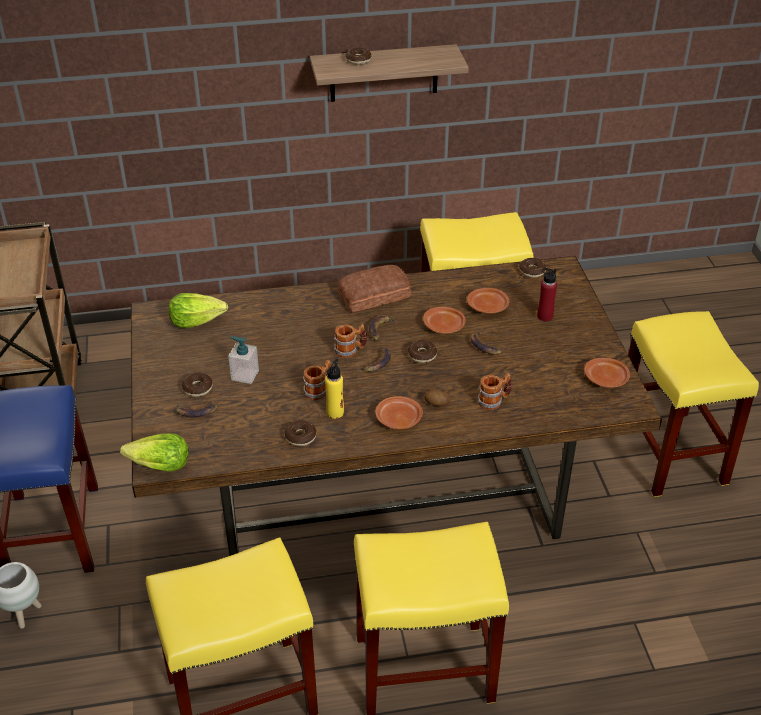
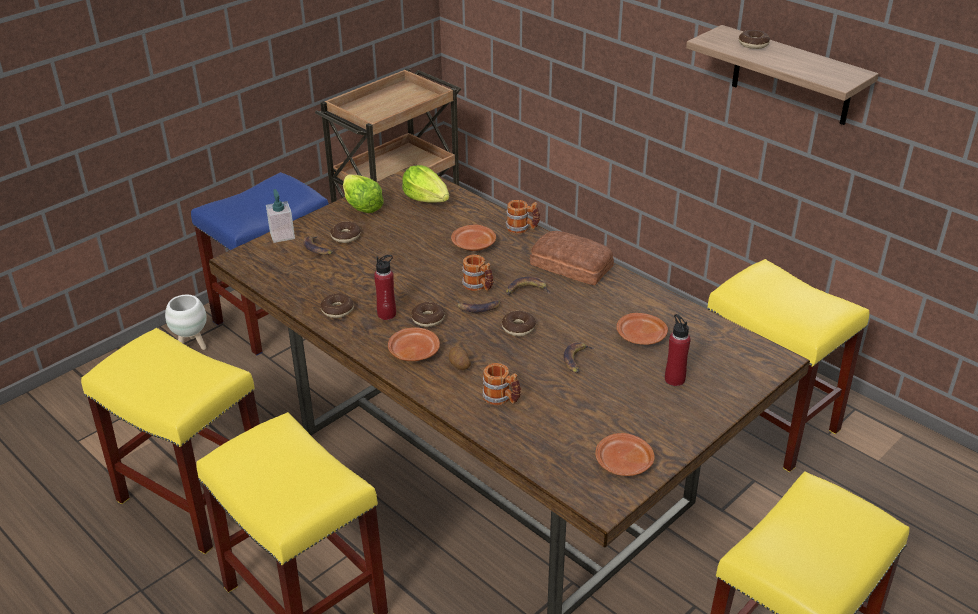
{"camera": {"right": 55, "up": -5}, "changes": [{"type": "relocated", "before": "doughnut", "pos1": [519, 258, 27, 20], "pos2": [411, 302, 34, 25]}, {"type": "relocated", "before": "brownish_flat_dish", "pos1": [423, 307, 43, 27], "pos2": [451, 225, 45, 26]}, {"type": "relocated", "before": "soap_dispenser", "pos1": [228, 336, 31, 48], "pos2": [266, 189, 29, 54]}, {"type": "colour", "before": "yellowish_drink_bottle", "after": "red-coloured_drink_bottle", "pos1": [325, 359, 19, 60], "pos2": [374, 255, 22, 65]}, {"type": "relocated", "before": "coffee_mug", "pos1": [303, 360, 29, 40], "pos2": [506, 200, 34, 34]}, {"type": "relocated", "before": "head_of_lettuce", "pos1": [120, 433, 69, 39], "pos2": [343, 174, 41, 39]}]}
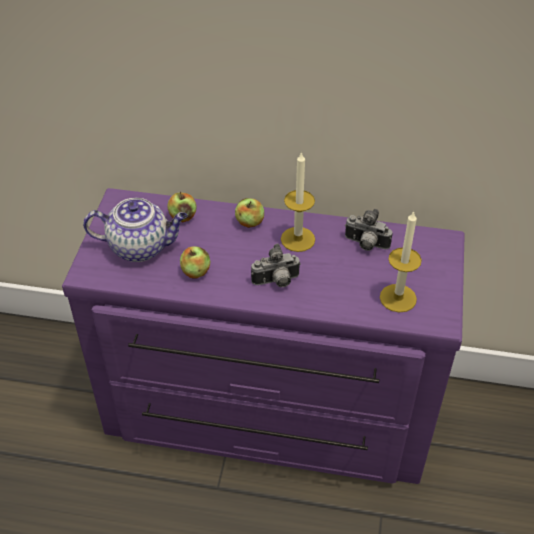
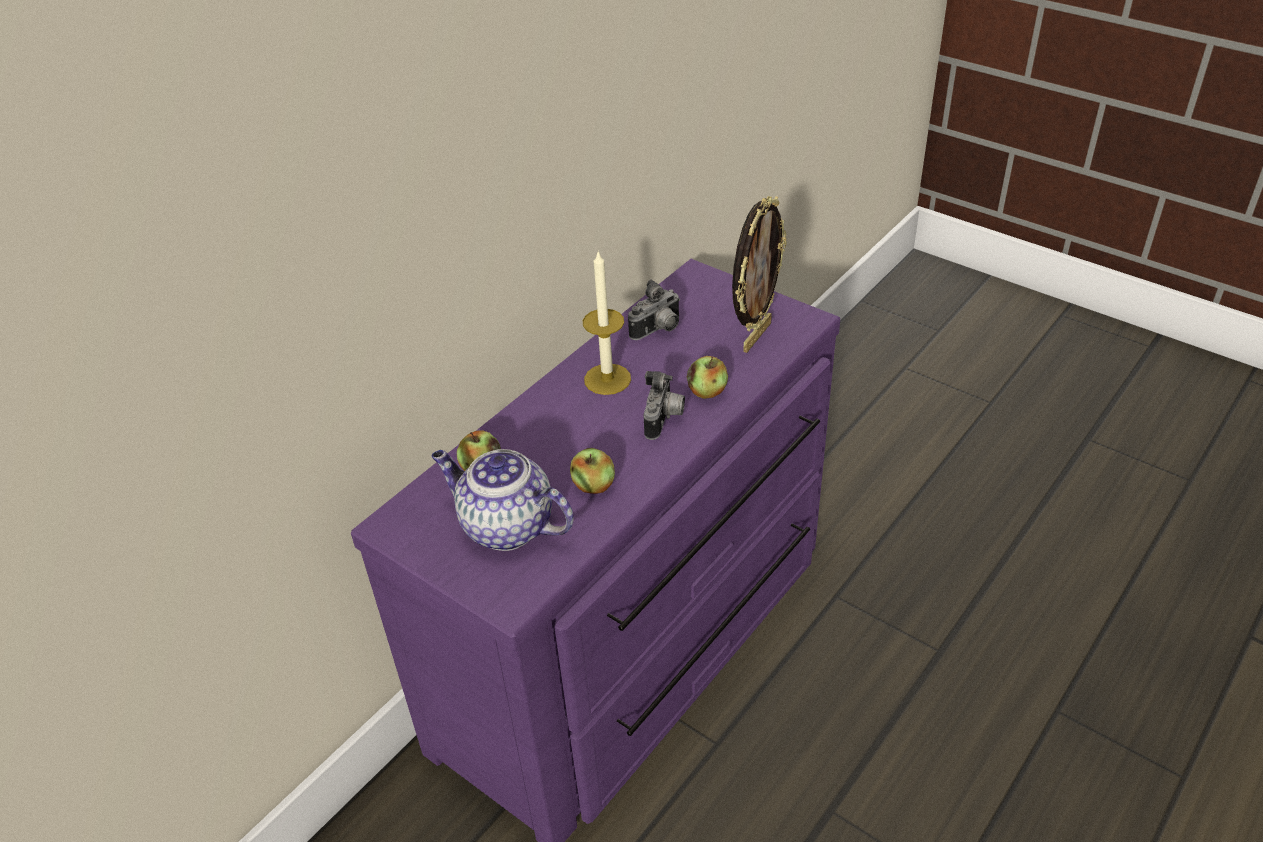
{"camera": {"right": -60, "up": -5}, "changes": [{"type": "spun", "before": "pot_for_tea", "pos1": [83, 198, 104, 64], "pos2": [431, 449, 143, 102], "turn": -90}, {"type": "relocated", "before": "apple_fruit", "pos1": [235, 198, 29, 30], "pos2": [687, 356, 41, 43]}, {"type": "exchanged", "before": "wax_candle", "after": "standing_frame", "pos1": [380, 211, 42, 102], "pos2": [732, 196, 55, 157]}]}
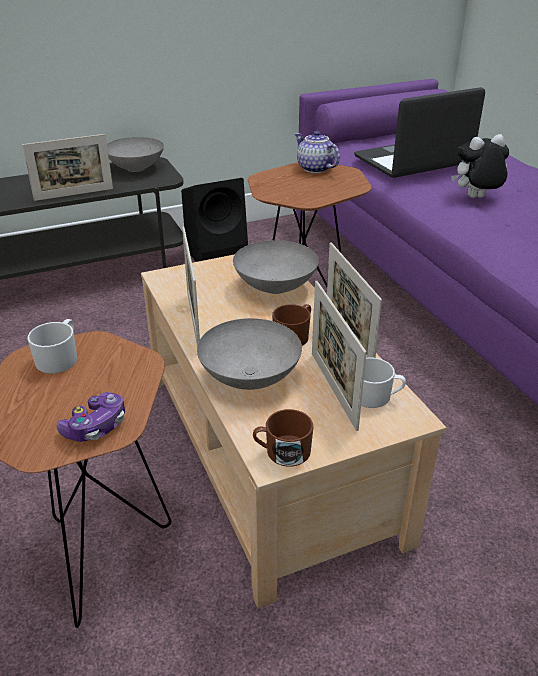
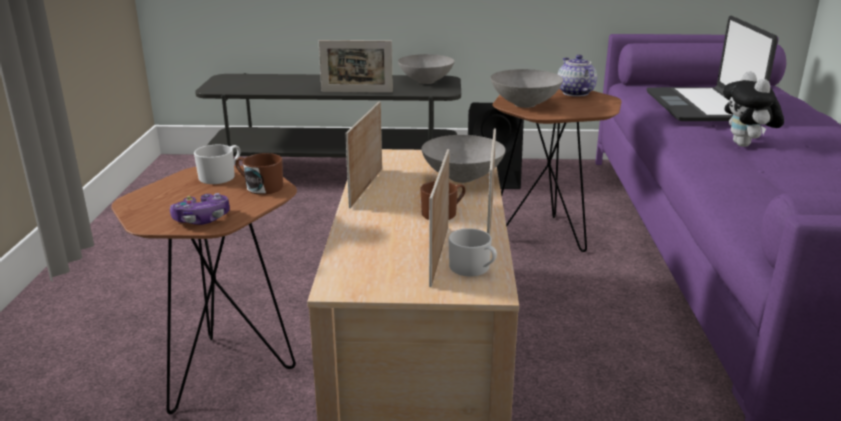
{"camera": {"right": 25, "up": -10}, "changes": [{"type": "spun", "before": "portable_computer", "pos1": [354, 87, 131, 91], "pos2": [647, 16, 131, 105], "turn": -90}, {"type": "spun", "before": "cuddly_toy", "pos1": [451, 134, 58, 64], "pos2": [723, 71, 61, 76], "turn": -105}, {"type": "relocated", "before": "greyish_deep_dish", "pos1": [197, 318, 105, 72], "pos2": [490, 69, 73, 39]}, {"type": "relocated", "before": "brownish_coffee_mug", "pos1": [253, 409, 60, 58], "pos2": [235, 153, 48, 42]}]}
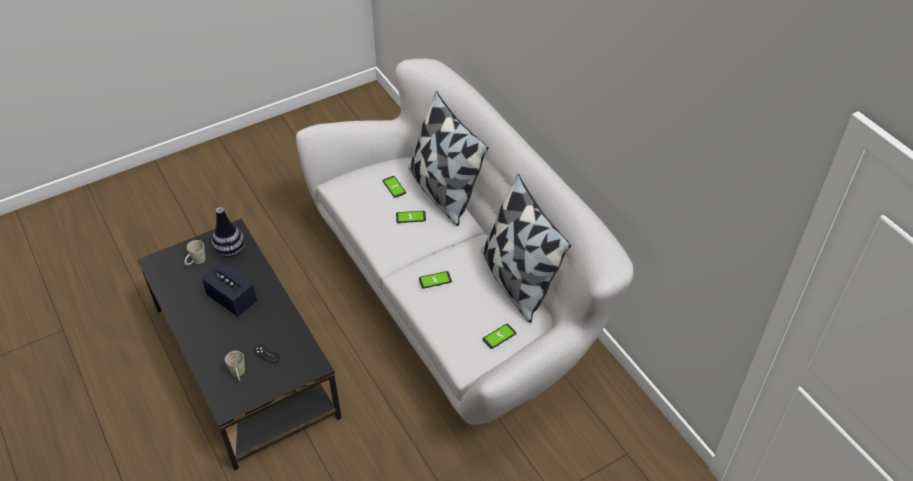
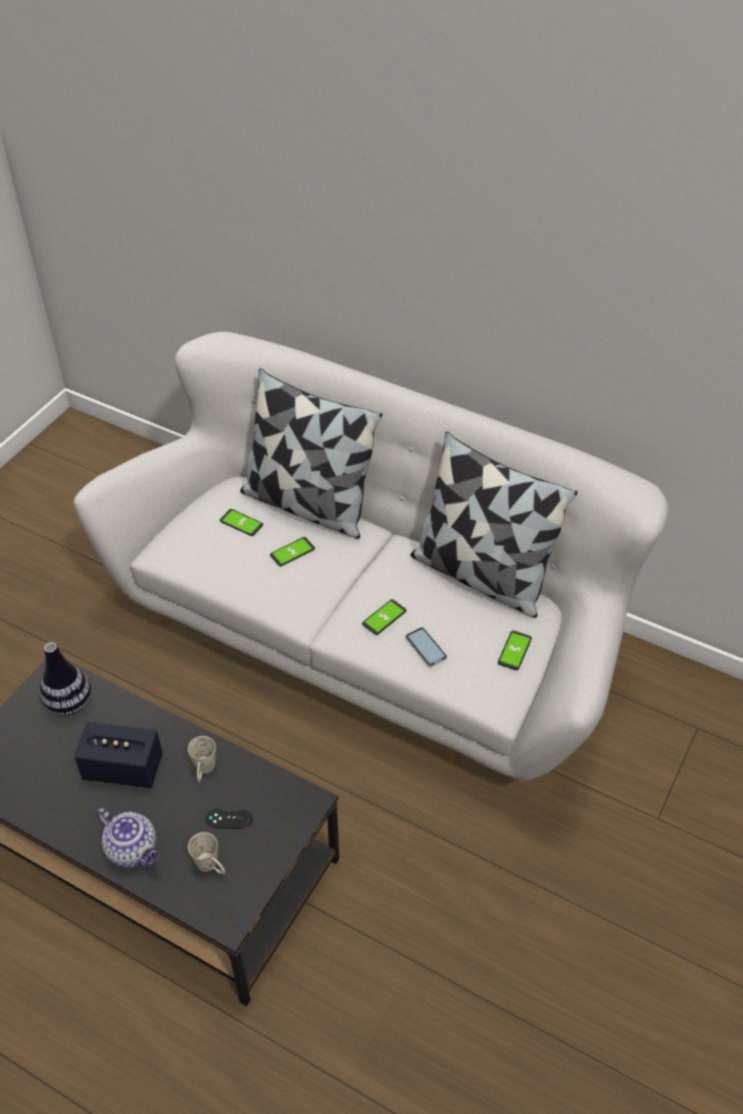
{"camera": {"right": -30, "up": 0}, "changes": [{"type": "relocated", "before": "white_coffee_mug", "pos1": [185, 240, 21, 25], "pos2": [188, 736, 28, 46]}, {"type": "appeared", "after": "telephone", "pos2": [406, 627, 41, 40]}, {"type": "appeared", "after": "pot_for_tea", "pos2": [97, 808, 61, 60]}]}
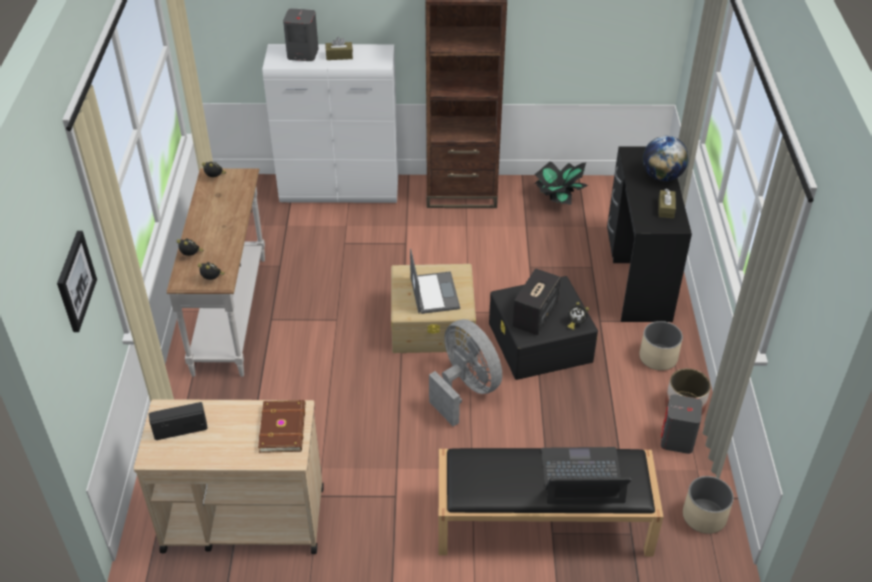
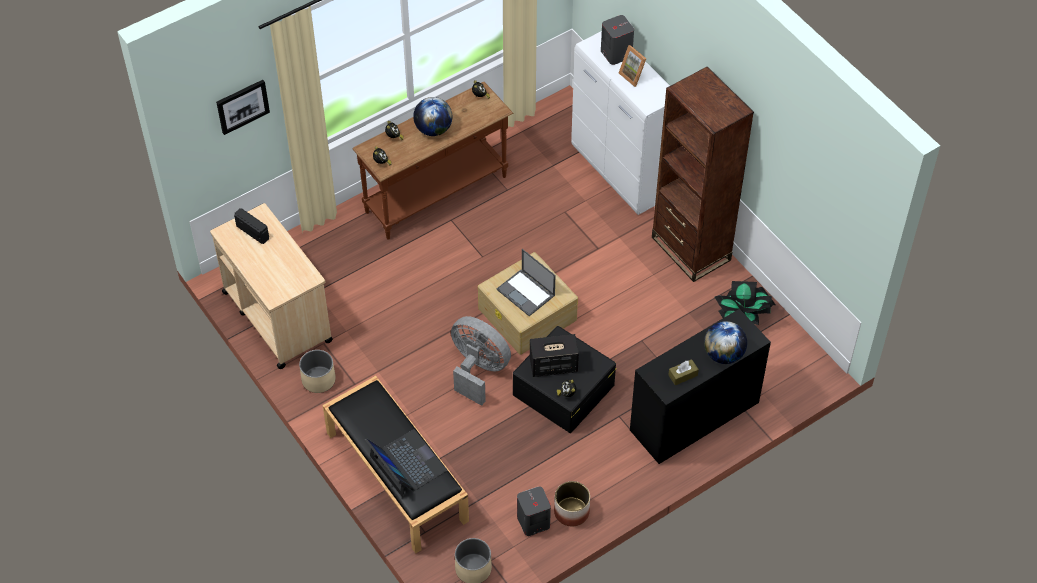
{"camera": {"right": 55, "up": 10}, "changes": [{"type": "exchanged", "before": "brownish_tissue_box", "after": "standing_frame", "pos1": [326, 37, 27, 23], "pos2": [619, 45, 27, 42]}, {"type": "colour", "before": "white_hall_table", "after": "brownish_hall_table", "pos1": [167, 168, 98, 209], "pos2": [353, 82, 160, 158]}, {"type": "spun", "before": "portable_computer", "pos1": [410, 249, 50, 65], "pos2": [497, 249, 58, 67], "turn": 90}, {"type": "spun", "before": "greyish_fan", "pos1": [429, 319, 73, 107], "pos2": [451, 316, 60, 90], "turn": -75}, {"type": "relocated", "before": "sand-coloured_flower_pot", "pos1": [639, 321, 44, 50], "pos2": [299, 350, 37, 43]}, {"type": "missing", "before": "brownish_book", "pos1": [258, 400, 48, 53]}, {"type": "appeared", "after": "globe", "pos2": [413, 97, 39, 39]}]}
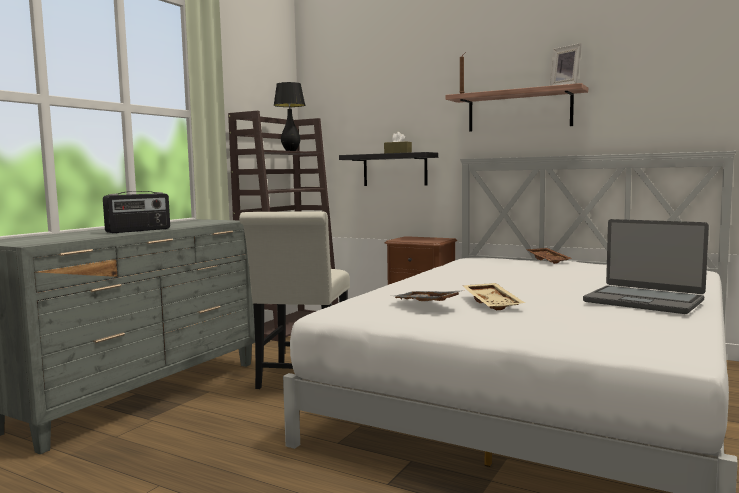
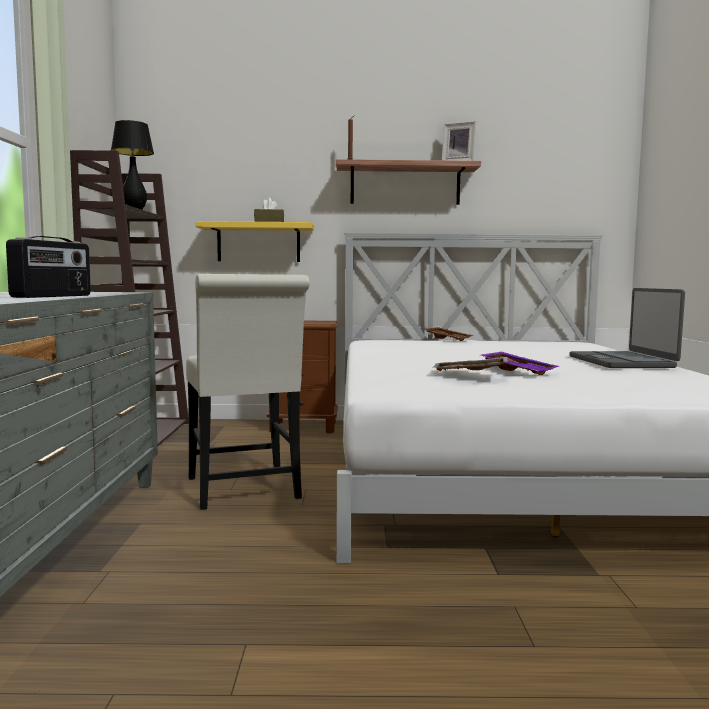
{"camera": {"right": -30, "up": 0}, "changes": [{"type": "colour", "before": "blackish_wall_shelf", "after": "yellowish_wall_shelf", "pos1": [339, 152, 99, 34], "pos2": [195, 221, 119, 41]}, {"type": "spun", "before": "portable_computer", "pos1": [583, 219, 126, 95], "pos2": [569, 288, 116, 80], "turn": 75}, {"type": "colour", "before": "sand-coloured_carrying_tray", "after": "purplish_carrying_tray", "pos1": [463, 283, 62, 27], "pos2": [480, 352, 79, 24]}]}
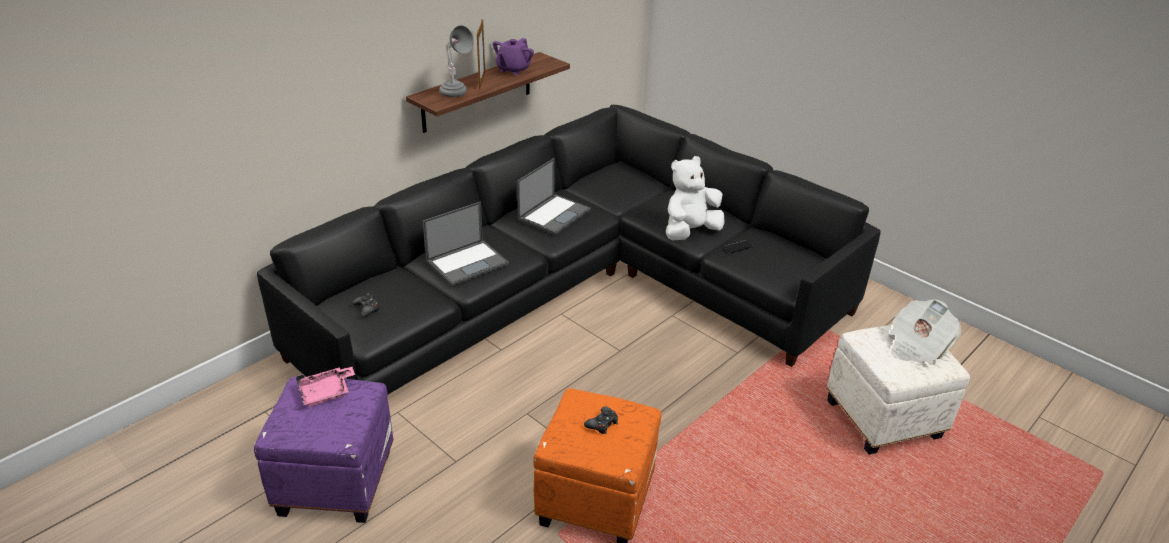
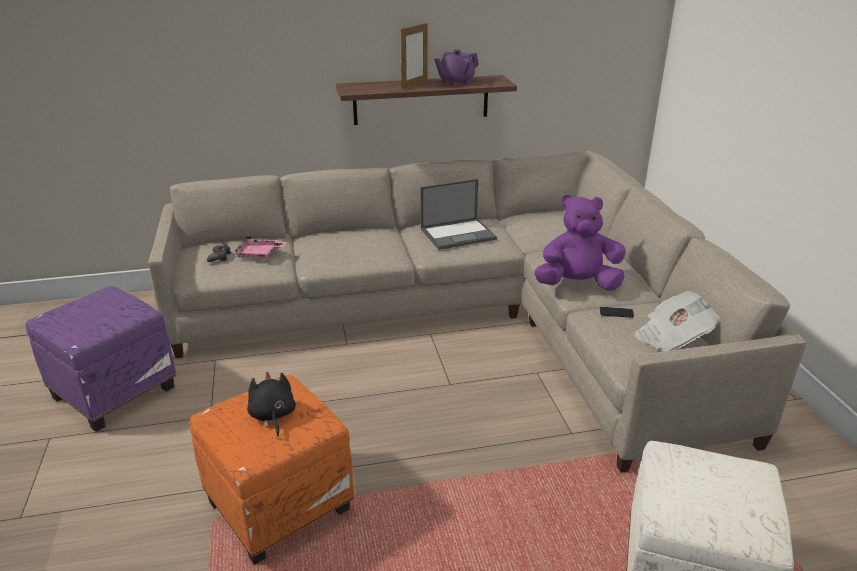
{"camera": {"right": 35, "up": -5}, "changes": [{"type": "missing", "before": "greyish_lamp_for_a_table", "pos1": [439, 25, 34, 72]}, {"type": "colour", "before": "blackish_sofa", "after": "sand-coloured_sofa", "pos1": [257, 105, 624, 289], "pos2": [148, 151, 658, 322]}, {"type": "colour", "before": "white_cuddly_toy", "after": "purplish_cuddly_toy", "pos1": [666, 156, 59, 84], "pos2": [534, 194, 92, 96]}, {"type": "missing", "before": "portable_computer", "pos1": [423, 202, 86, 84]}, {"type": "relocated", "before": "newspaper", "pos1": [890, 299, 71, 66], "pos2": [634, 291, 86, 61]}, {"type": "relocated", "before": "pinkish_carrying_tray", "pos1": [296, 367, 59, 40], "pos2": [233, 236, 54, 23]}, {"type": "exchanged", "before": "blackish_joypad", "after": "blackish_cuddly_toy", "pos1": [584, 406, 34, 28], "pos2": [247, 372, 49, 65]}]}
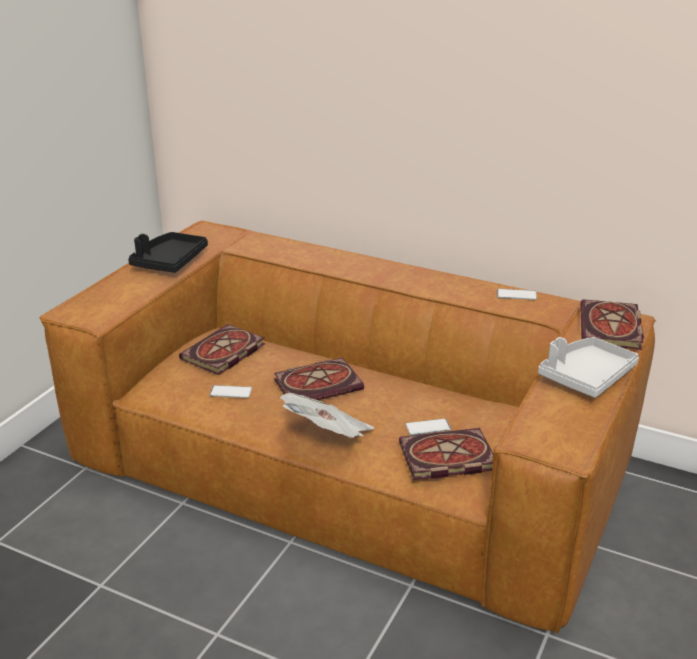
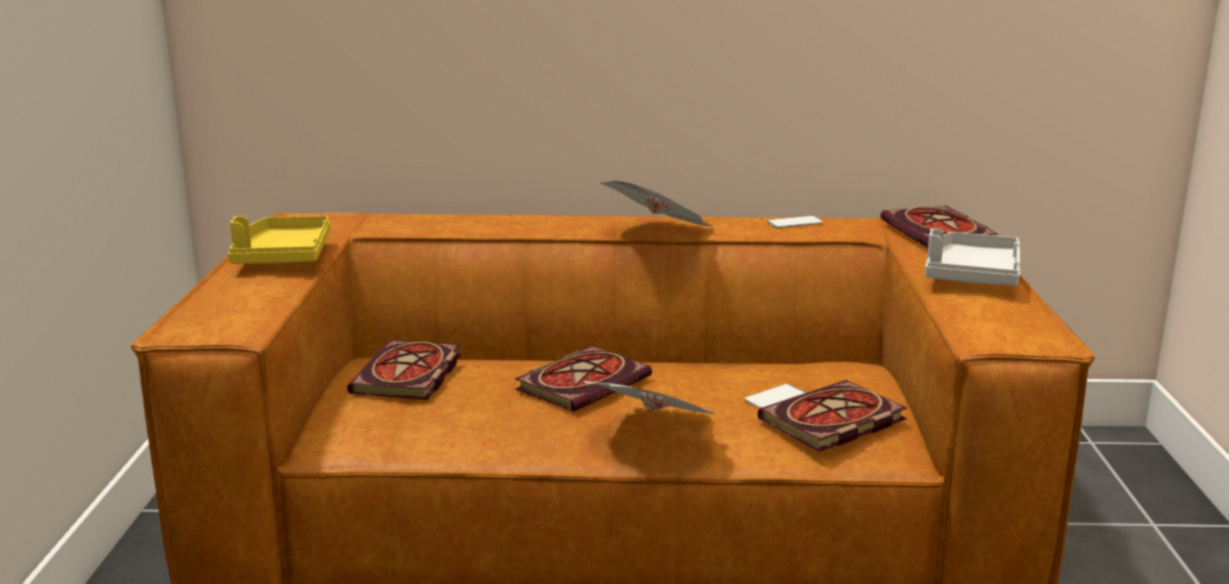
{"camera": {"right": -25, "up": -10}, "changes": [{"type": "colour", "before": "blackish_carrying_tray", "after": "yellowish_carrying_tray", "pos1": [128, 232, 80, 41], "pos2": [228, 216, 103, 48]}, {"type": "missing", "before": "telephone", "pos1": [210, 385, 42, 13]}, {"type": "appeared", "after": "newspaper", "pos2": [600, 181, 113, 45]}]}
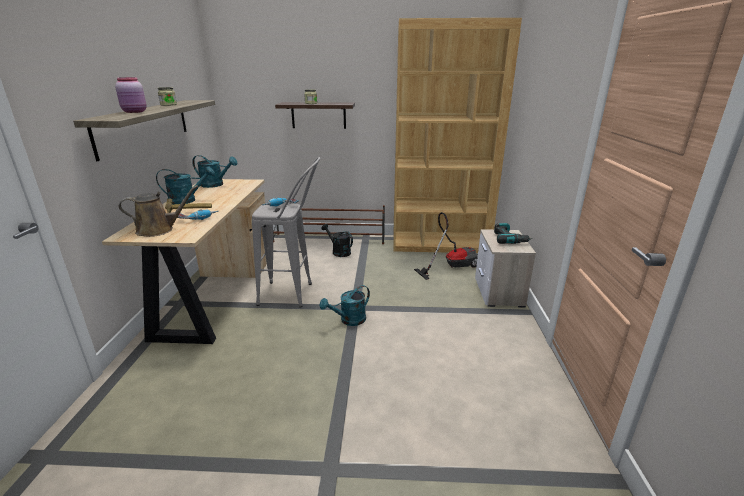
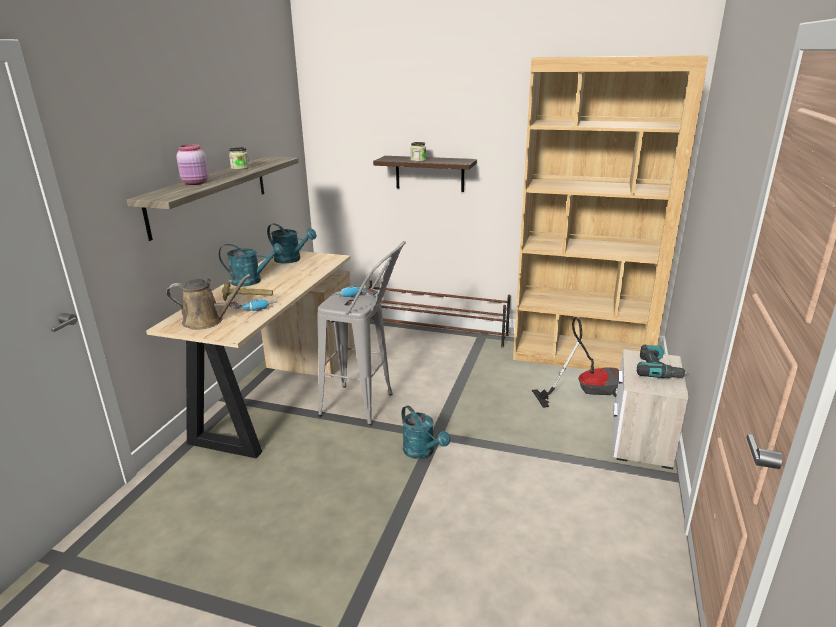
{"camera": {"right": 15, "up": 0}, "changes": [{"type": "missing", "before": "blackish_sprinkling_can", "pos1": [321, 224, 32, 33]}, {"type": "spun", "before": "turquoise_sprinkling_can", "pos1": [319, 285, 51, 41], "pos2": [401, 405, 49, 54], "turn": -105}]}
